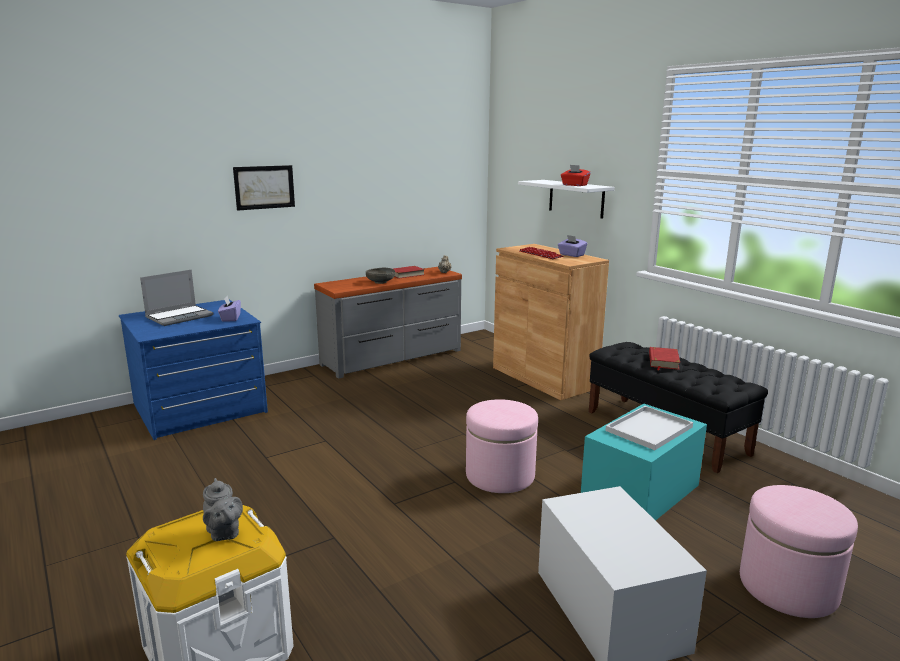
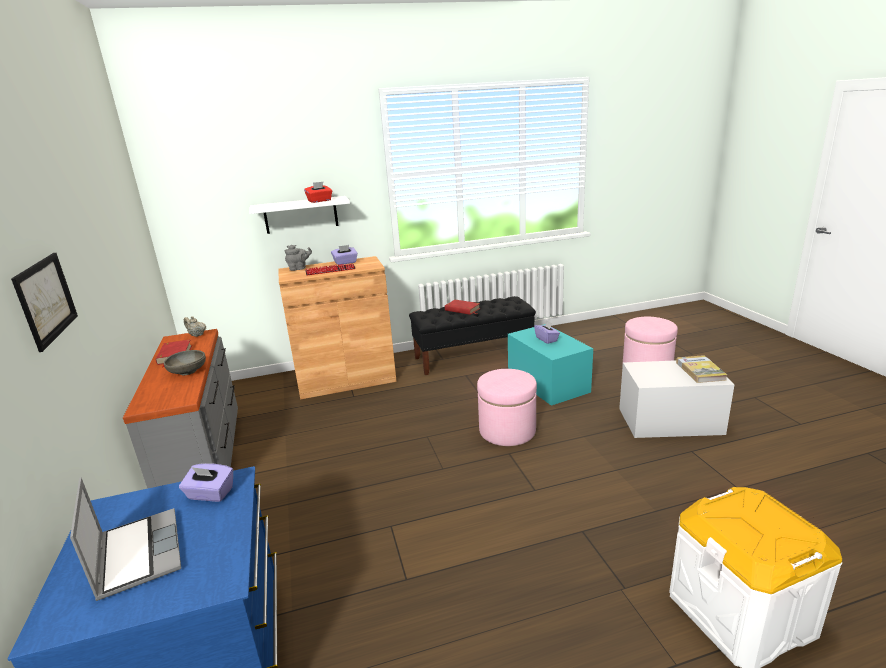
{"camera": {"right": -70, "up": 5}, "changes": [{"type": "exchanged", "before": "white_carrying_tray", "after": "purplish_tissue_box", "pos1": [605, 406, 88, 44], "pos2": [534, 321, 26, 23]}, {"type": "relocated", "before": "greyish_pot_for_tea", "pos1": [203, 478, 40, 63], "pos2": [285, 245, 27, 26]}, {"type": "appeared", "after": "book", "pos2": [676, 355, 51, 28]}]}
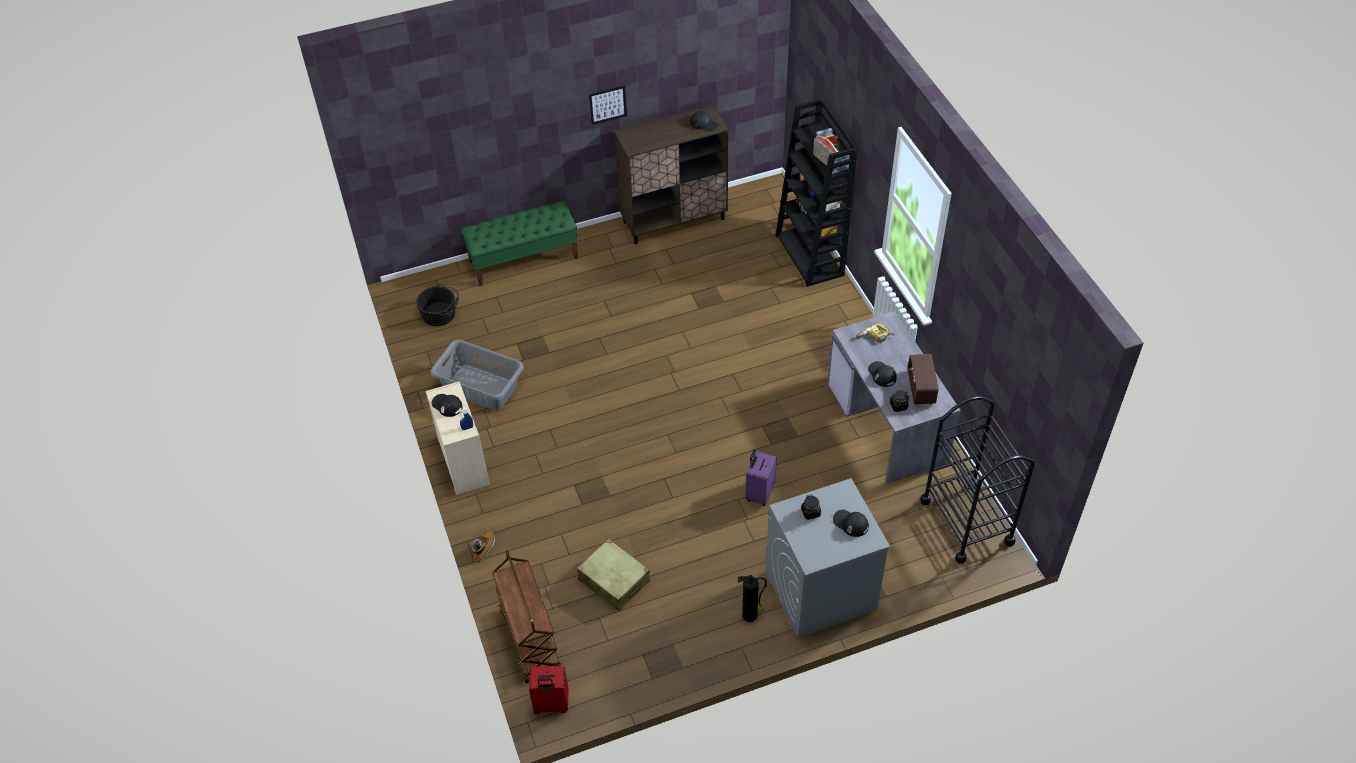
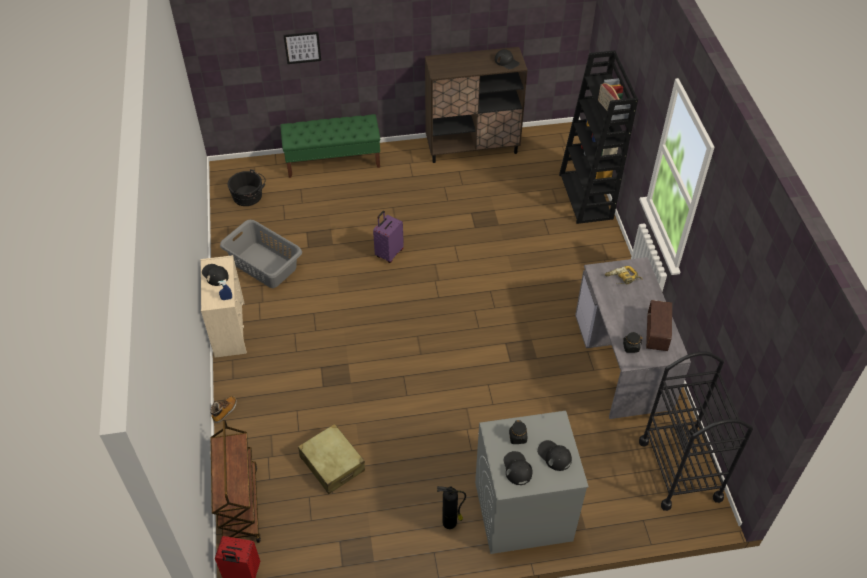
{"camera": {"right": 10, "up": 0}, "changes": [{"type": "relocated", "before": "wall_picture", "pos1": [589, 85, 38, 40], "pos2": [283, 32, 38, 32]}, {"type": "relocated", "before": "blackish_cap", "pos1": [868, 361, 29, 26], "pos2": [504, 451, 28, 34]}, {"type": "relocated", "before": "purplish_piece_of_luggage", "pos1": [745, 449, 32, 57], "pos2": [373, 211, 31, 52]}]}
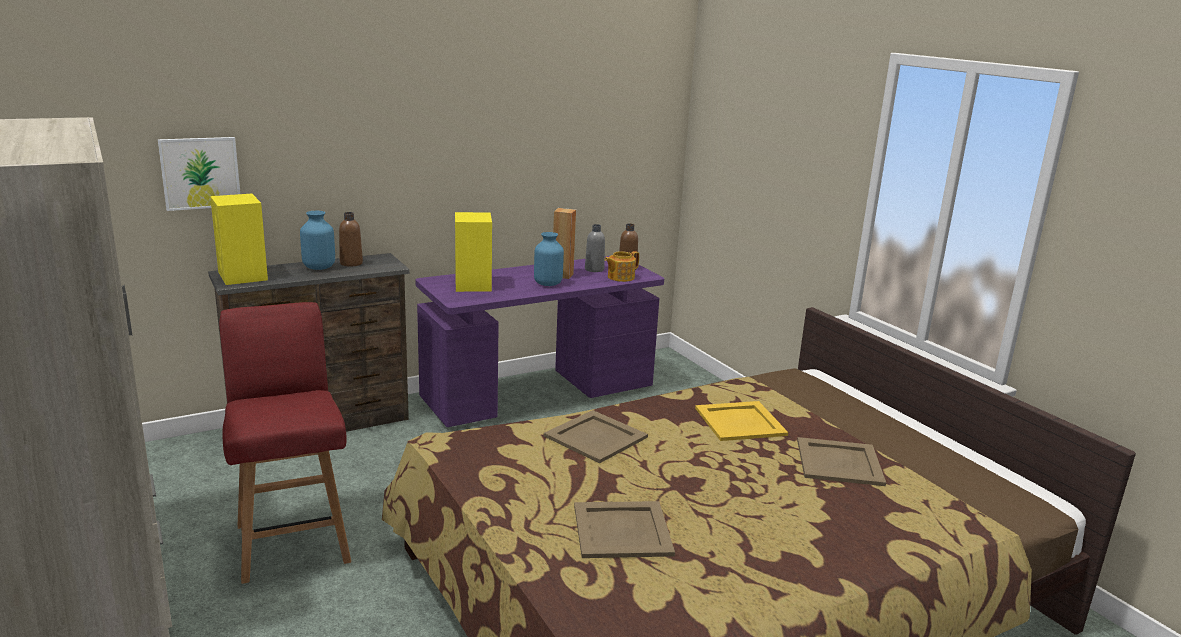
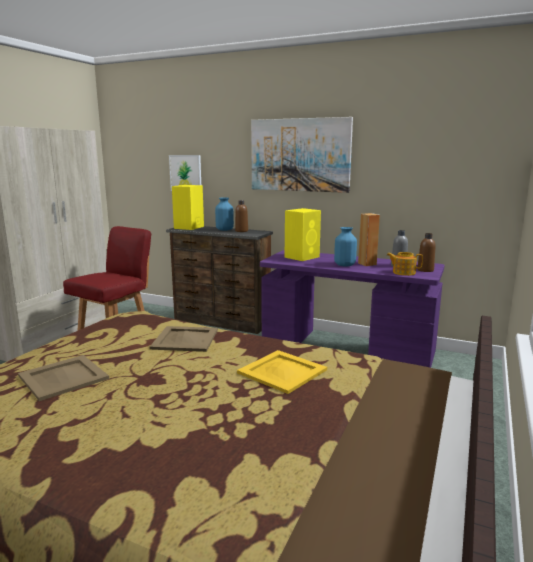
{"camera": {"right": 55, "up": -5}, "changes": [{"type": "missing", "before": "sand-coloured_carrying_tray", "pos1": [797, 437, 89, 49]}, {"type": "appeared", "after": "wall_picture", "pos2": [251, 117, 102, 76]}]}
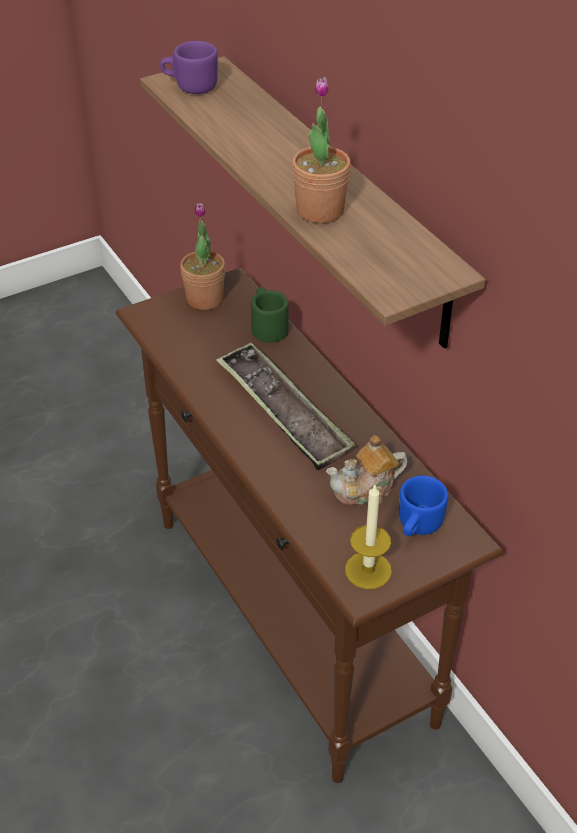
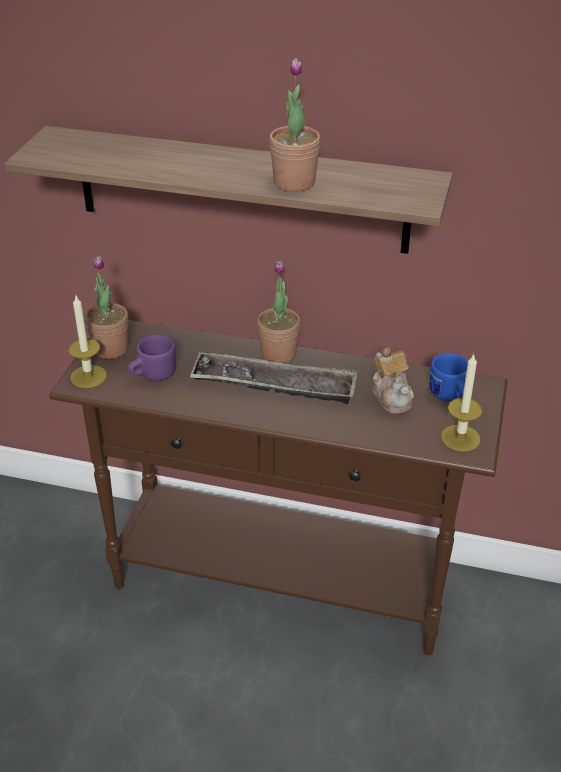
{"camera": {"right": -45, "up": -5}, "changes": [{"type": "relocated", "before": "purplish_coffee_mug", "pos1": [160, 41, 58, 53], "pos2": [128, 335, 48, 46]}, {"type": "missing", "before": "greenish_coffee_mug", "pos1": [251, 287, 38, 55]}, {"type": "spun", "before": "pot_for_tea", "pos1": [326, 435, 82, 70], "pos2": [372, 347, 42, 67], "turn": -45}, {"type": "appeared", "after": "plant_in_a_pot", "pos2": [257, 261, 43, 102]}, {"type": "appeared", "after": "wax_candle", "pos2": [68, 296, 39, 92]}]}
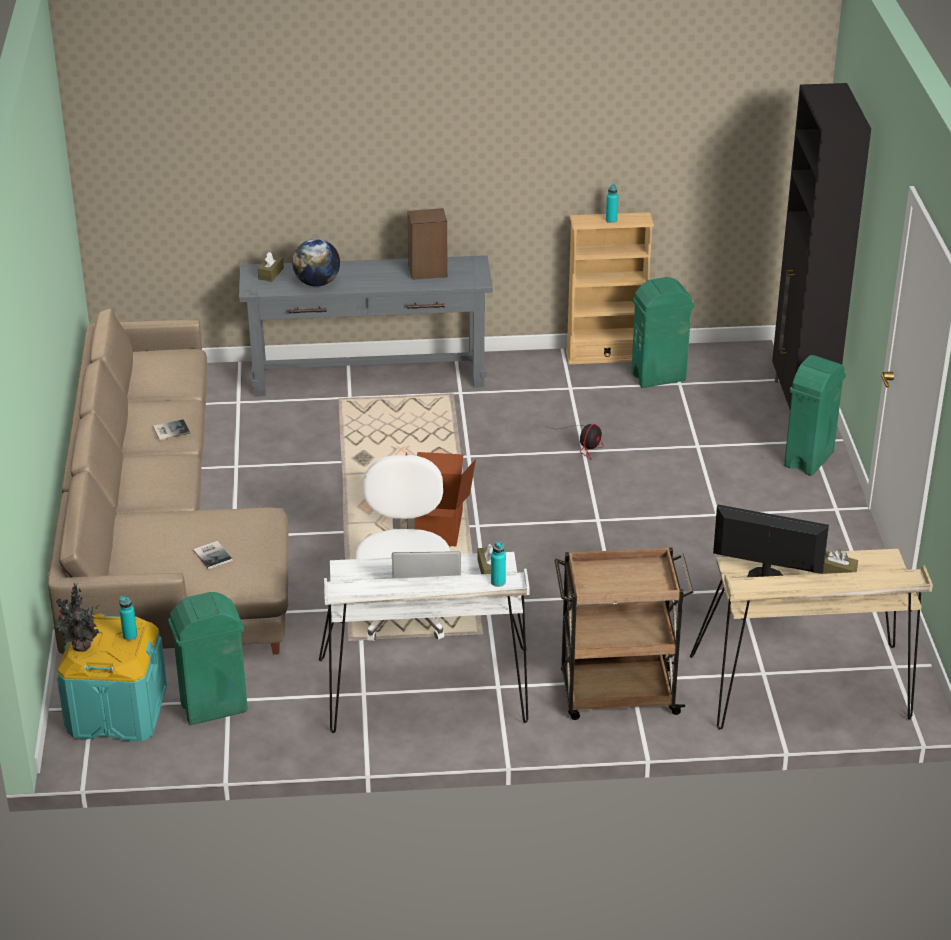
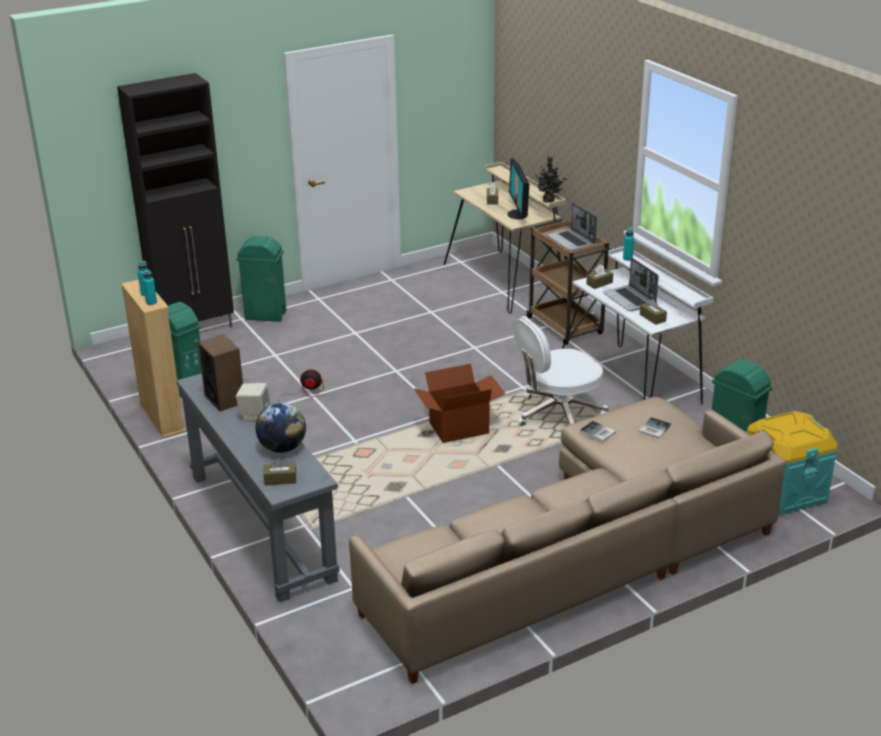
{"camera": {"right": -115, "up": -5}, "changes": [{"type": "relocated", "before": "book", "pos1": [153, 419, 37, 21], "pos2": [580, 421, 36, 21]}, {"type": "relocated", "before": "plant_in_a_pot", "pos1": [53, 583, 47, 69], "pos2": [535, 156, 33, 47]}, {"type": "relocated", "before": "turquoise_drink_bottle", "pos1": [119, 596, 18, 45], "pos2": [143, 269, 14, 36]}, {"type": "appeared", "after": "portable_computer", "pos2": [547, 203, 50, 48]}, {"type": "appeared", "after": "brownish_tissue_box", "pos2": [640, 299, 27, 26]}, {"type": "appeared", "after": "sand-coloured_speaker", "pos2": [236, 383, 34, 38]}]}
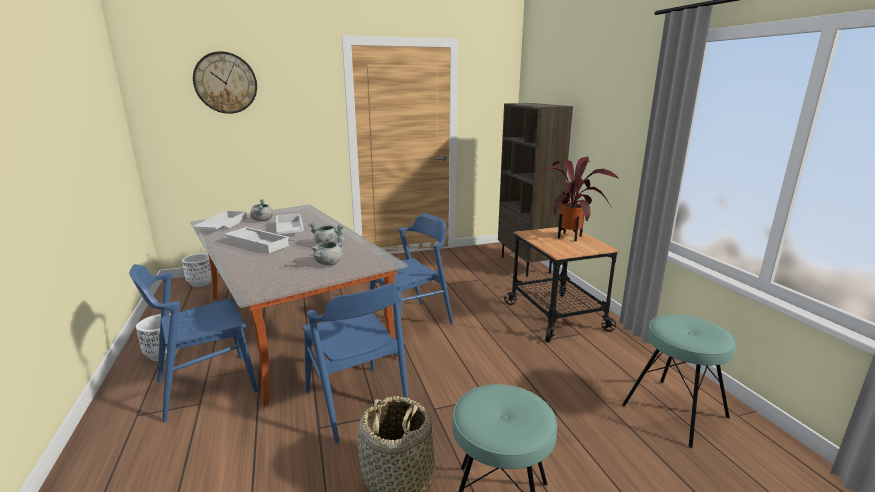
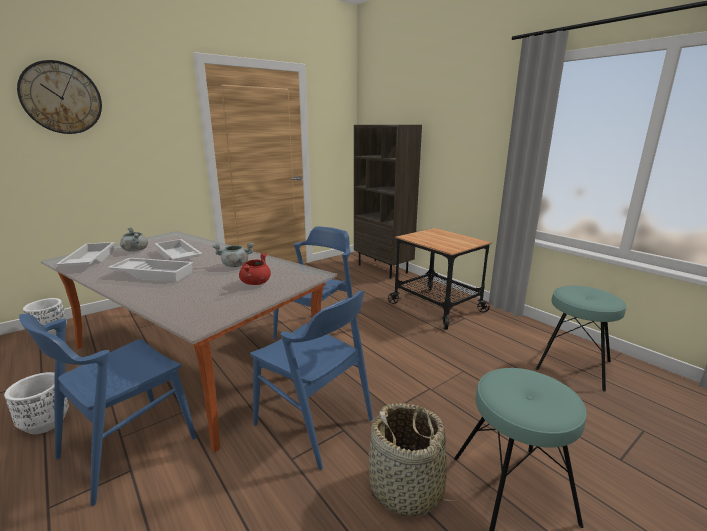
{"camera": {"right": -20, "up": 0}, "changes": [{"type": "missing", "before": "plant_in_a_pot", "pos1": [541, 157, 78, 84]}, {"type": "colour", "before": "greyish_cooking_pot", "after": "red-coloured_cooking_pot", "pos1": [311, 236, 33, 29], "pos2": [239, 253, 32, 32]}]}
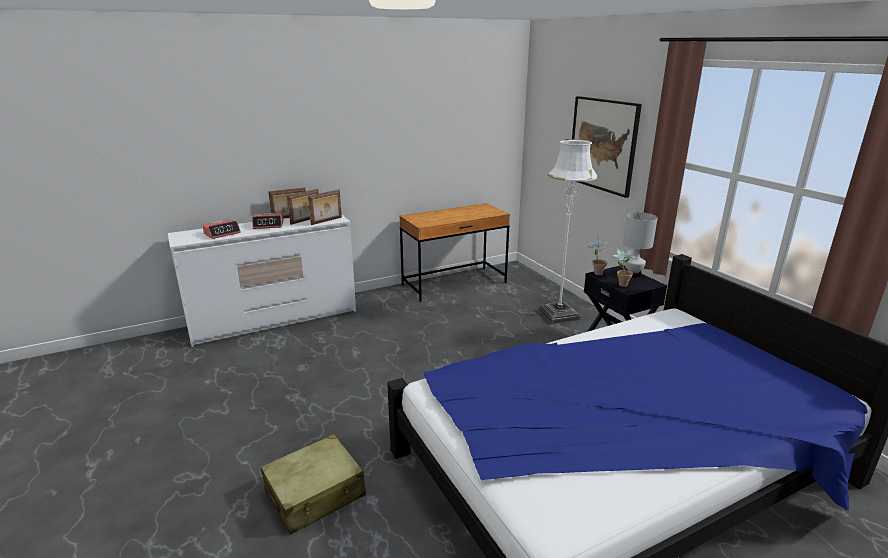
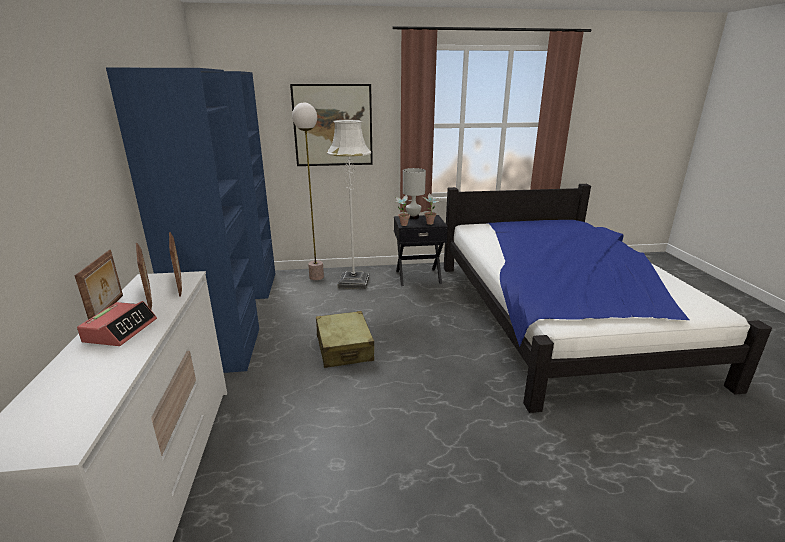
{"camera": {"right": -70, "up": 0}, "changes": [{"type": "exchanged", "before": "brownish_desk_unit", "after": "blue_armoire", "pos1": [399, 203, 111, 99], "pos2": [106, 68, 169, 305]}, {"type": "missing", "before": "table_clock", "pos1": [202, 219, 39, 20]}, {"type": "relocated", "before": "sand-coloured_piece_of_luggage", "pos1": [261, 434, 105, 101], "pos2": [316, 311, 58, 57]}, {"type": "appeared", "after": "floor_lamp", "pos2": [292, 103, 32, 177]}]}
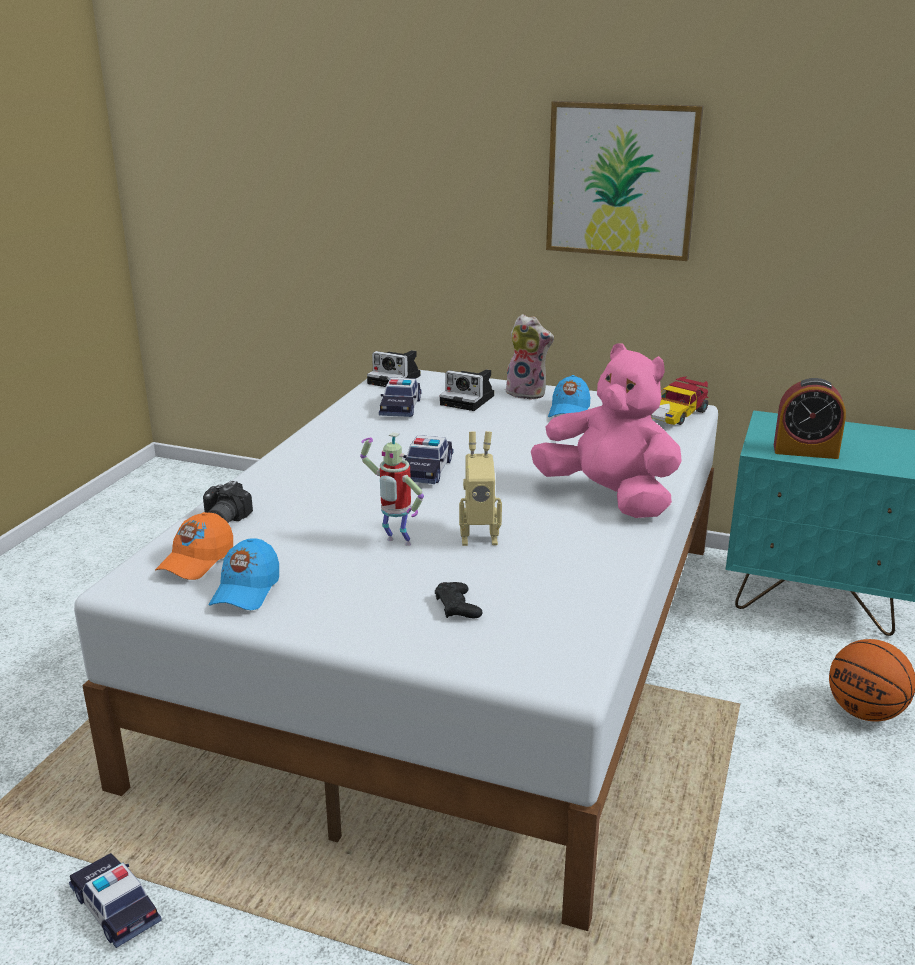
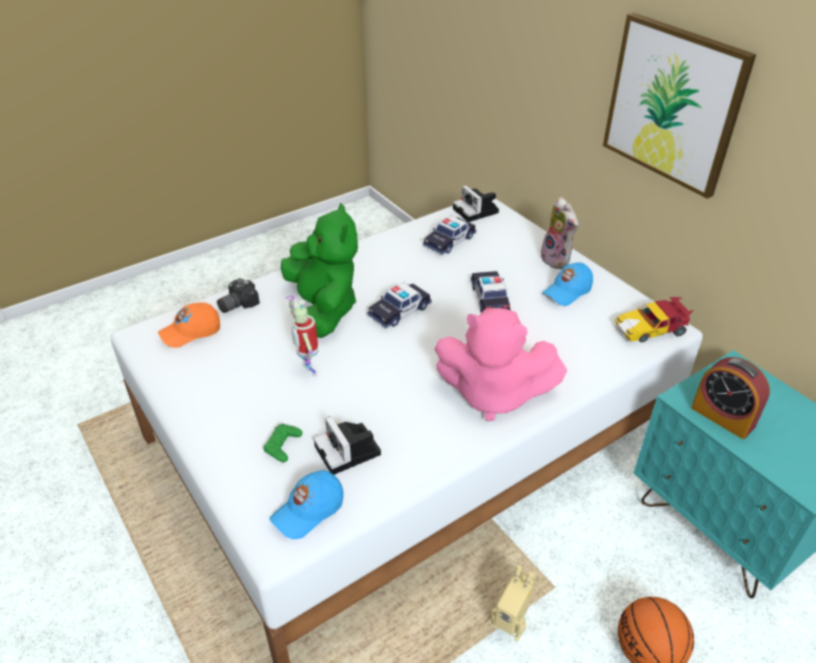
{"camera": {"right": 35, "up": 15}, "changes": [{"type": "spun", "before": "pinkish_cuddly_toy", "pos1": [531, 343, 151, 175], "pos2": [435, 308, 132, 113], "turn": 120}, {"type": "relocated", "before": "still_camera", "pos1": [440, 369, 54, 42], "pos2": [314, 416, 67, 59]}, {"type": "relocated", "before": "toy_robot", "pos1": [459, 431, 43, 115], "pos2": [491, 565, 44, 77]}, {"type": "relocated", "before": "blue_cap", "pos1": [209, 538, 70, 72], "pos2": [269, 470, 75, 69]}, {"type": "colour", "before": "blackish_joypad", "after": "greenish_joypad", "pos1": [435, 582, 47, 36], "pos2": [263, 424, 40, 38]}, {"type": "relocated", "before": "model_car", "pos1": [69, 853, 93, 95], "pos2": [471, 271, 40, 42]}, {"type": "appeared", "after": "greenish_cuddly_toy", "pos2": [281, 203, 77, 135]}]}
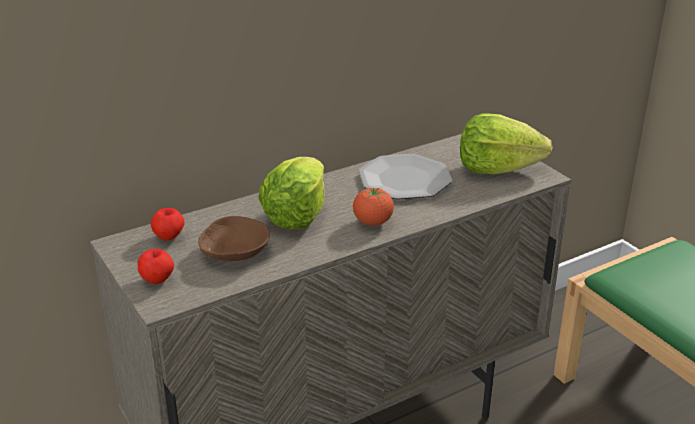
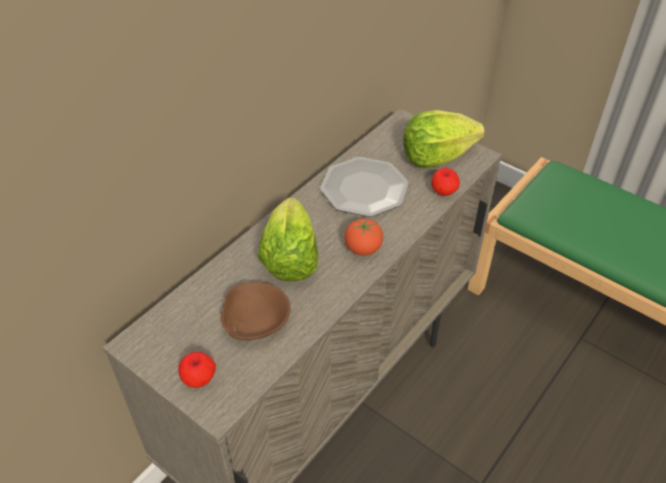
{"camera": {"right": -20, "up": 15}, "changes": [{"type": "relocated", "before": "apple_fruit", "pos1": [151, 208, 33, 33], "pos2": [431, 168, 29, 28]}]}
